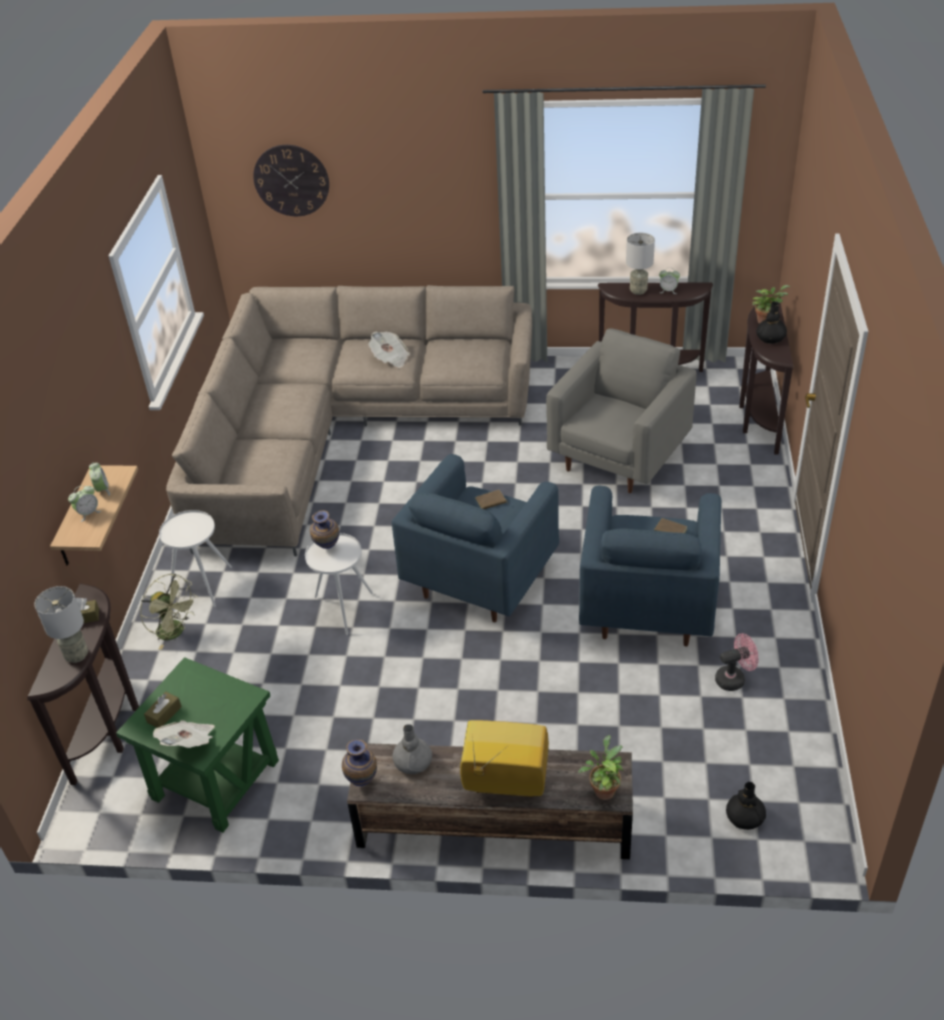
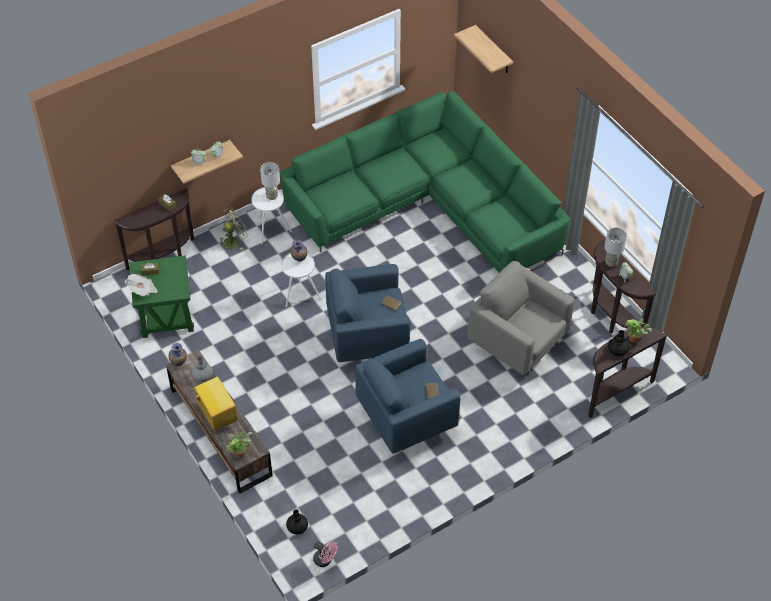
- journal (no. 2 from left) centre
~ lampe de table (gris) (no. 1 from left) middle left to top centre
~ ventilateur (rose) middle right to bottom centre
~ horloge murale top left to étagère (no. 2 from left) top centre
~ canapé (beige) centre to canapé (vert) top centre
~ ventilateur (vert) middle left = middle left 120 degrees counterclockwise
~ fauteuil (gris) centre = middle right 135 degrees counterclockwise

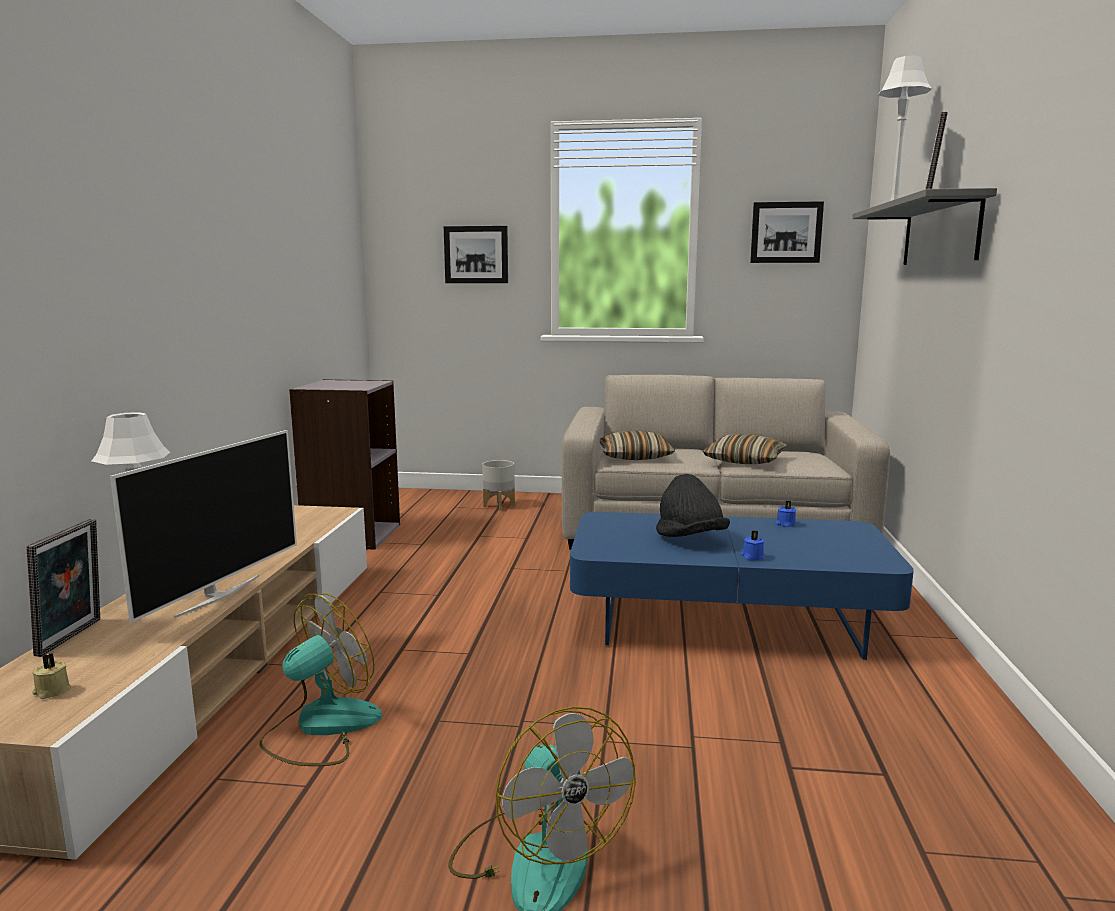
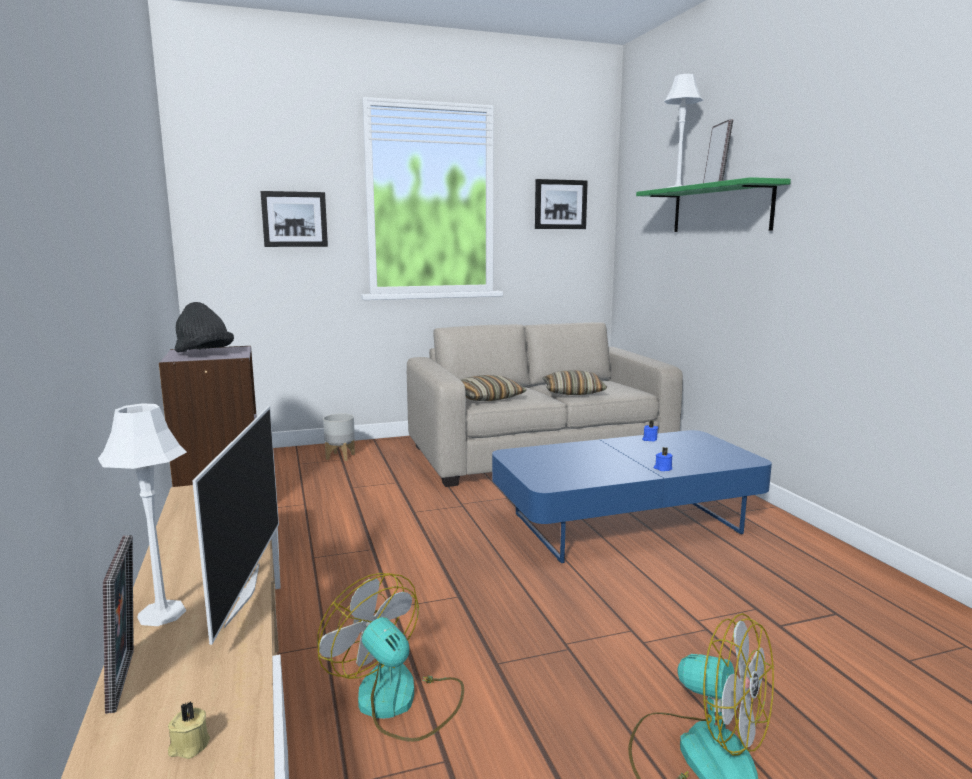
~ chapeau (noir) centre to middle left
~ étagère (gris) top right to étagère (vert) top right
~ ventilateur (no. 1 from left) bottom left = bottom centre 60 degrees counterclockwise

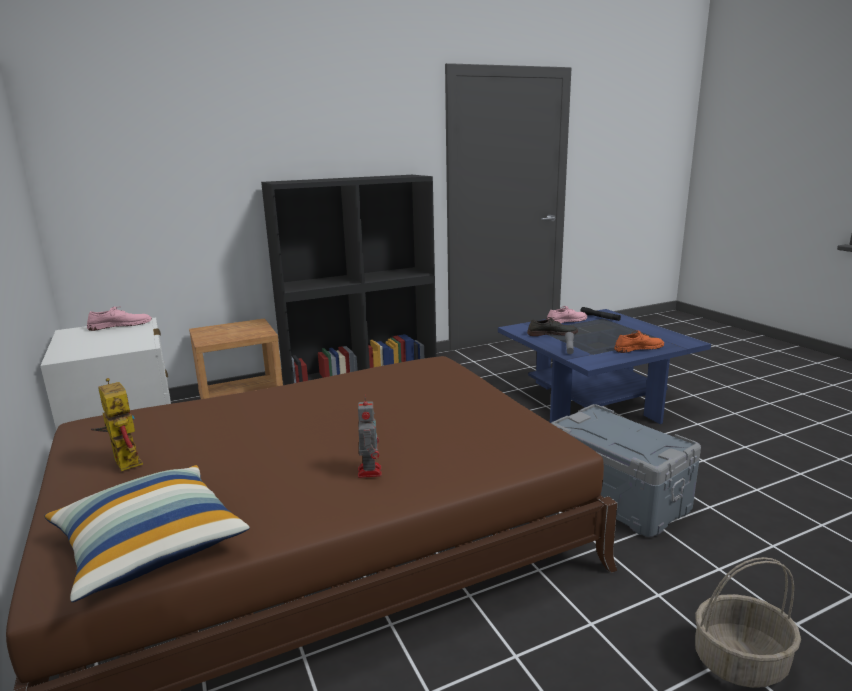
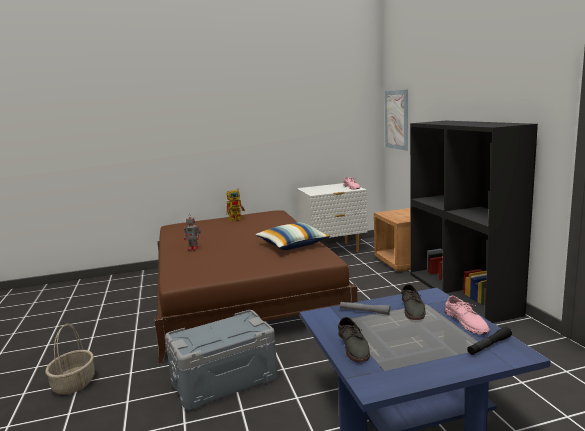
+ tableau top right
~ coussin bottom left to centre
~ chaussure (orange) middle right to chaussure (gris) (no. 1 from left) bottom centre

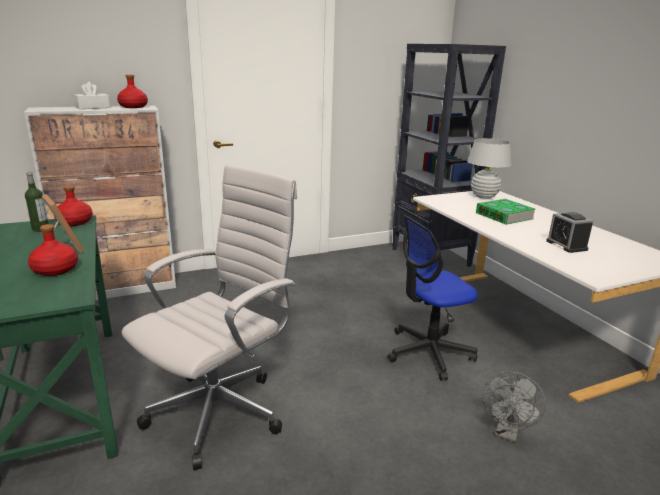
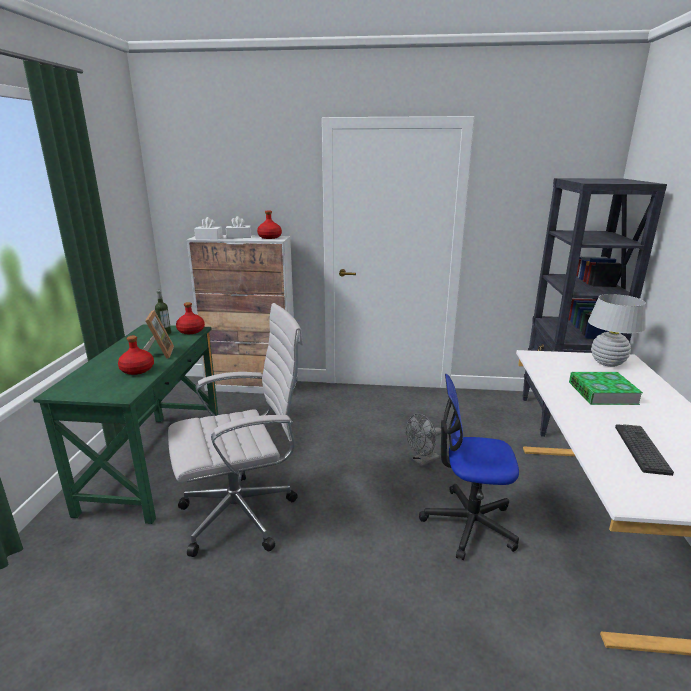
+ boîte à mouchoirs (blanc) (no. 1 from left) top left
~ ventilateur (gris) bottom right to centre
~ réveil middle right to clavier middle right

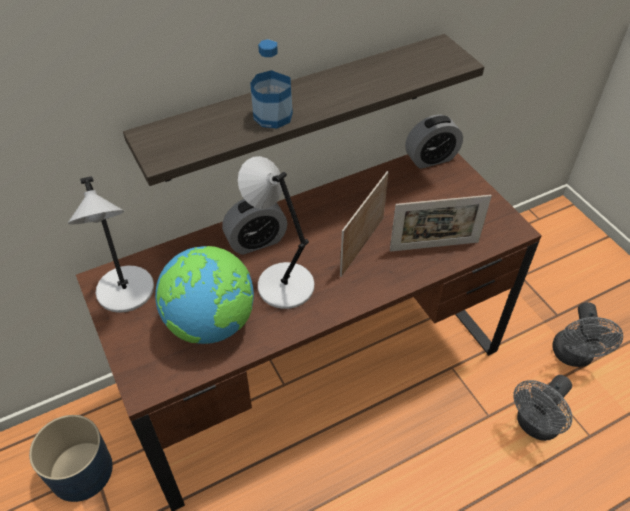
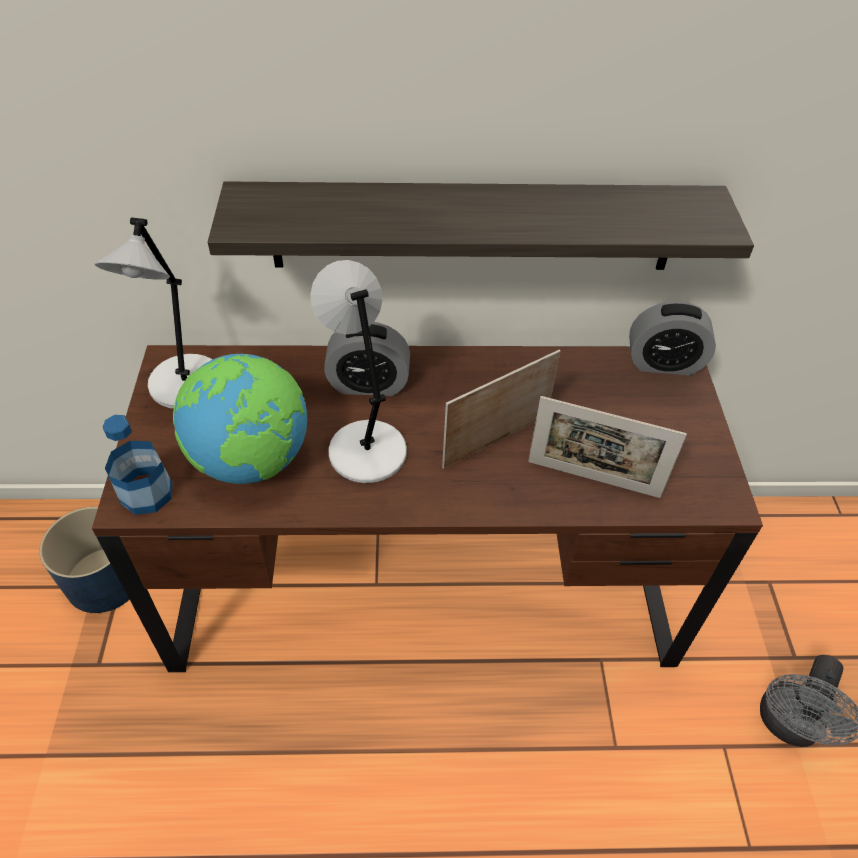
- ventilateur (gris) (no. 1 from left) bottom right
~ bouteille top centre to middle left

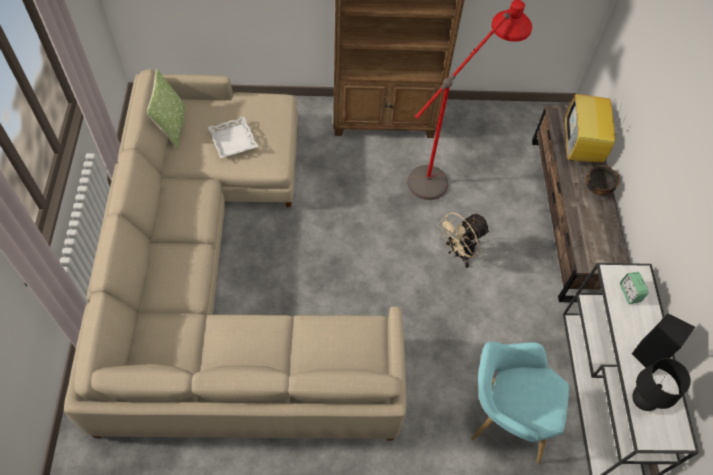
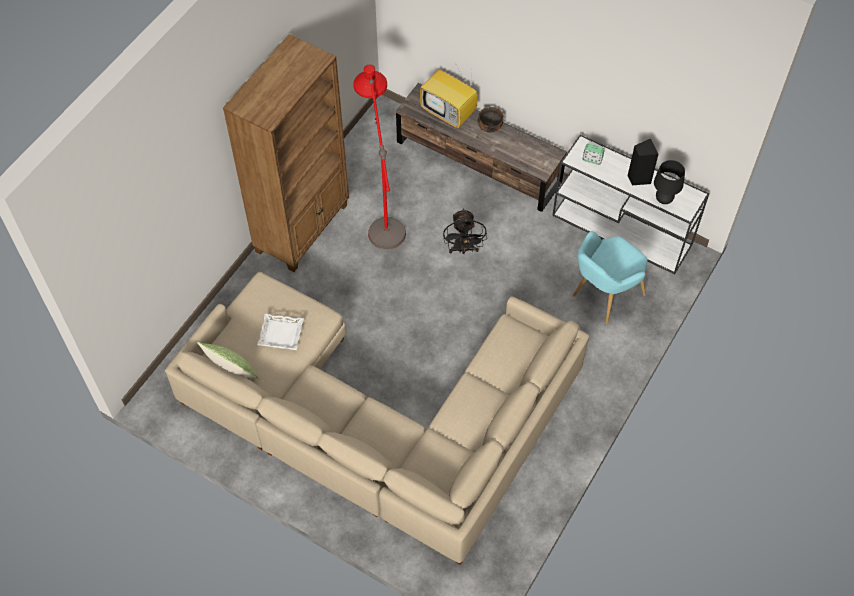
~ ventilateur (beige) centre to ventilateur (noir) centre

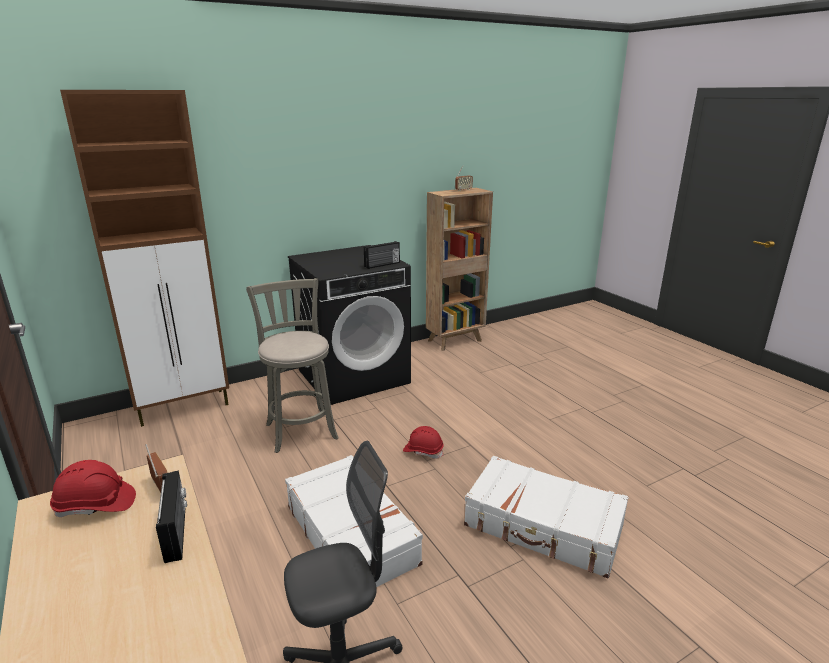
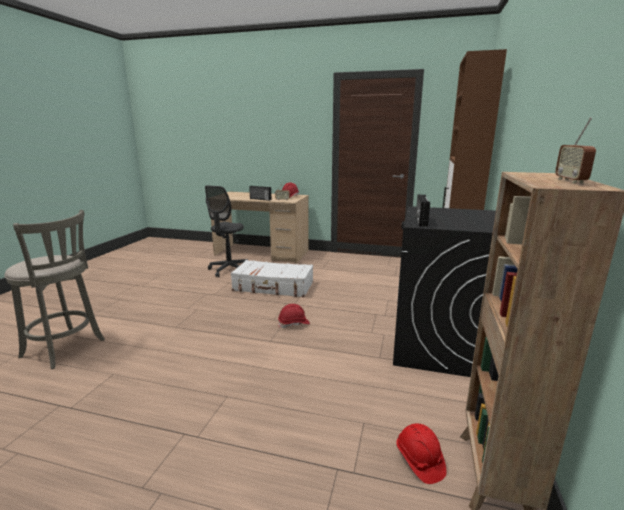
- valise (blanc) (no. 2 from left) bottom centre
+ casque de chantier (rouge) (no. 3 from left) bottom right
~ tabouret (gris) centre to middle left

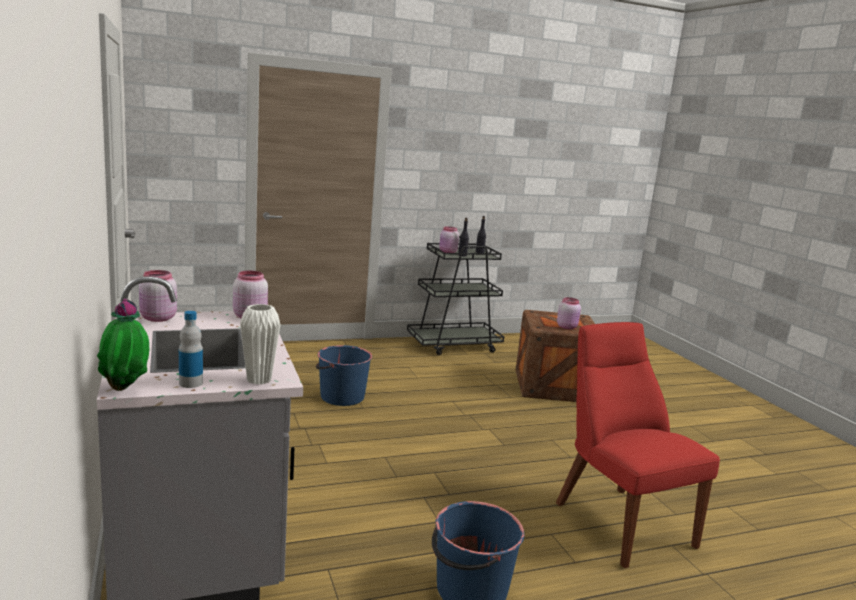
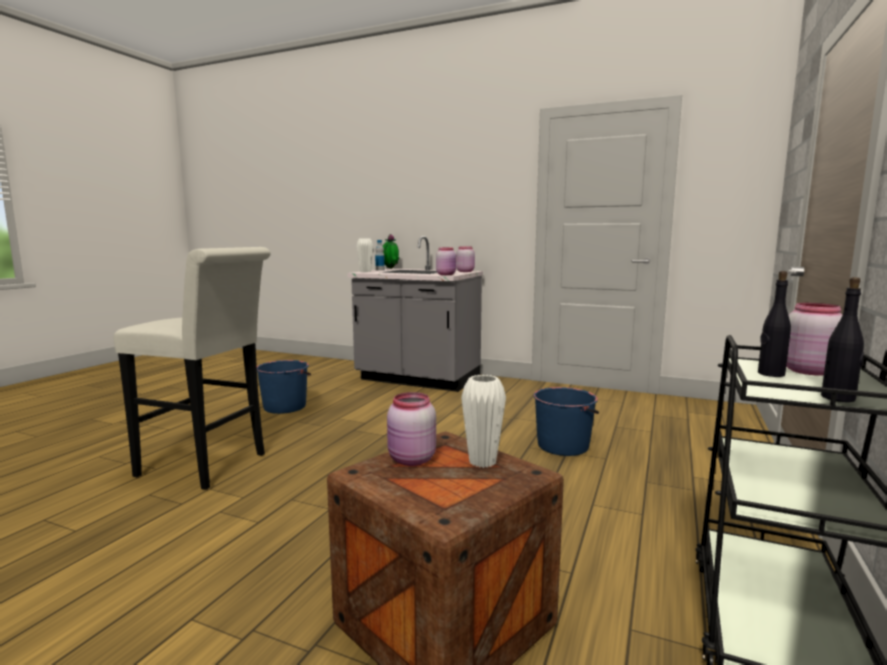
+ vase (blanc) (no. 2 from left) centre
~ chaise (rouge) bottom right to tabouret (blanc) middle left

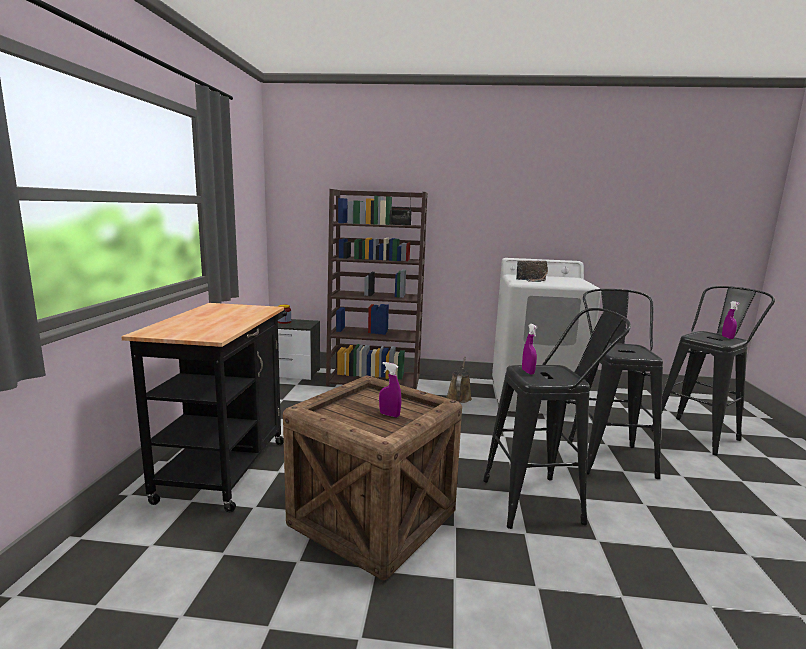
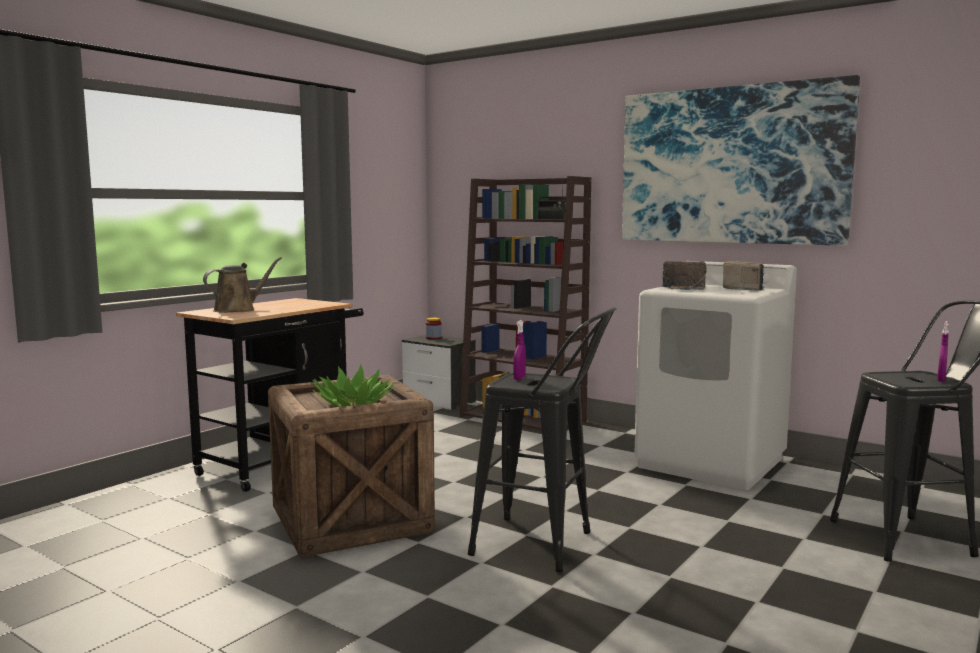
- tabouret (noir) (no. 2 from left) middle right
+ tableau top right
+ radio (no. 3 from left) middle right
~ arrosoir (marron) centre to middle left
~ vaporisateur (violet) (no. 1 from left) centre to plante en pot centre

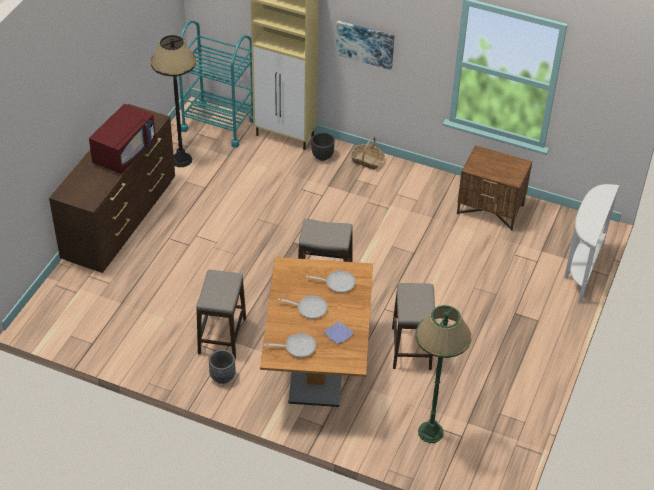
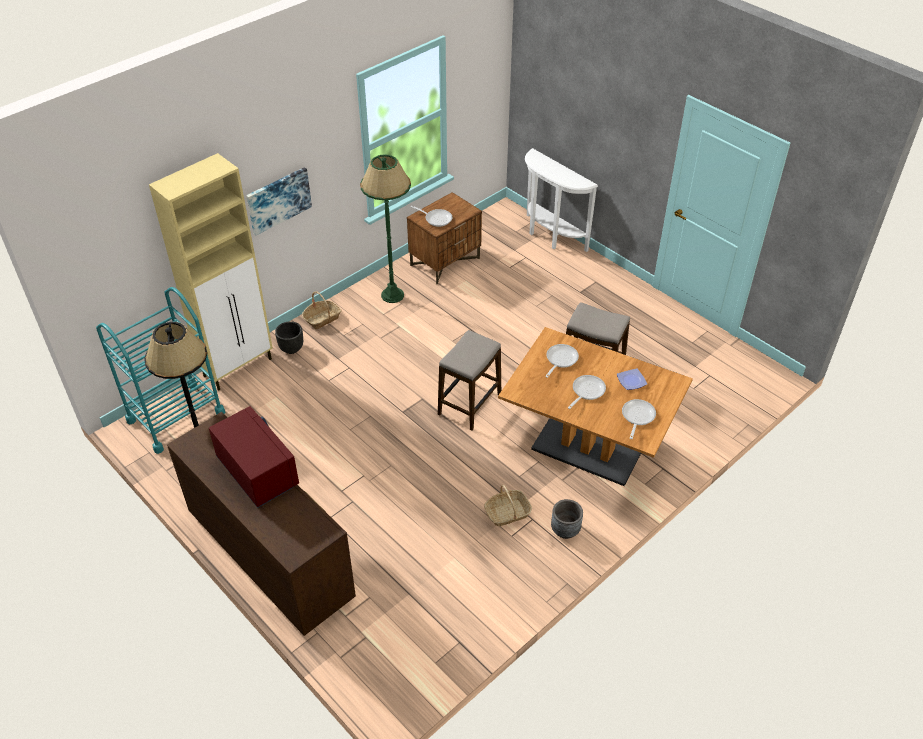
+ poêle (no. 1 from left) top centre
~ lampadaire (vert) bottom right to top centre
~ tabouret (no. 1 from left) centre to panier (no. 2 from left) bottom centre

